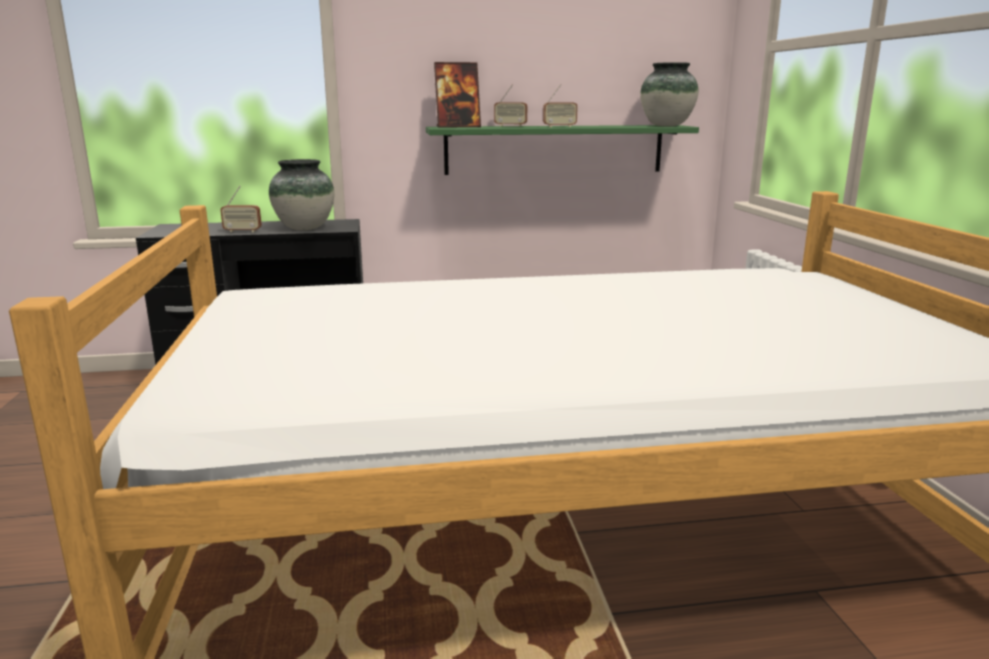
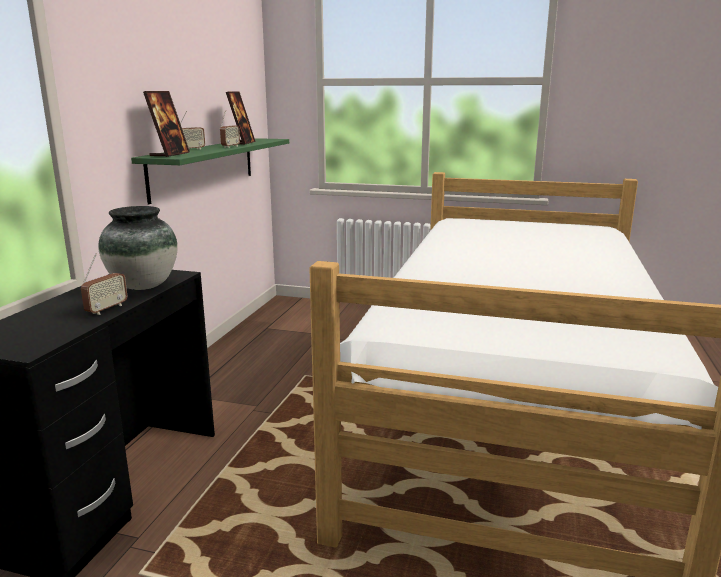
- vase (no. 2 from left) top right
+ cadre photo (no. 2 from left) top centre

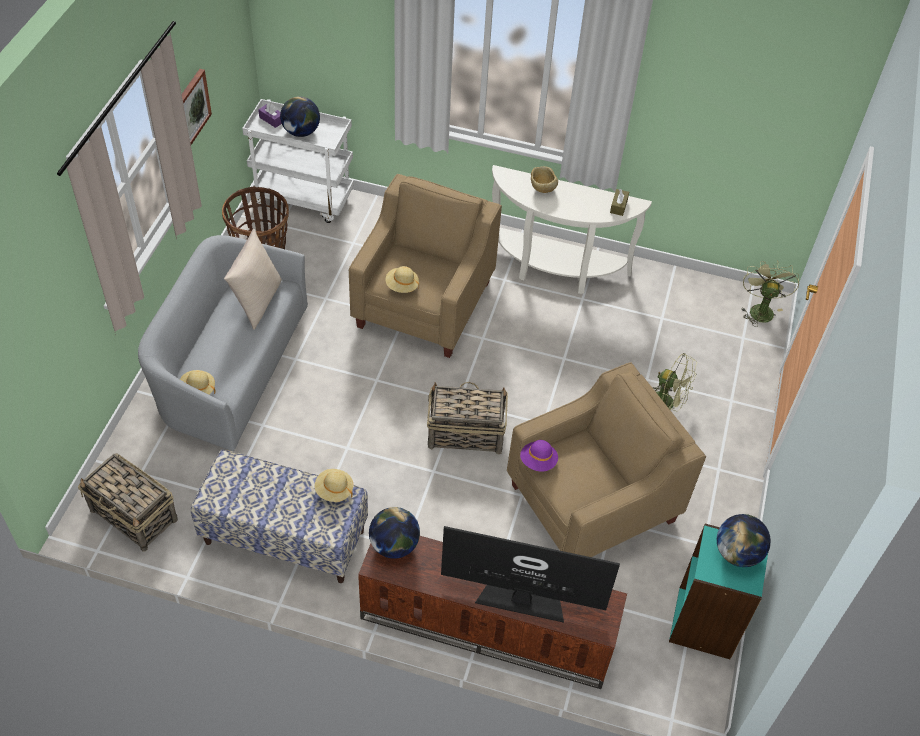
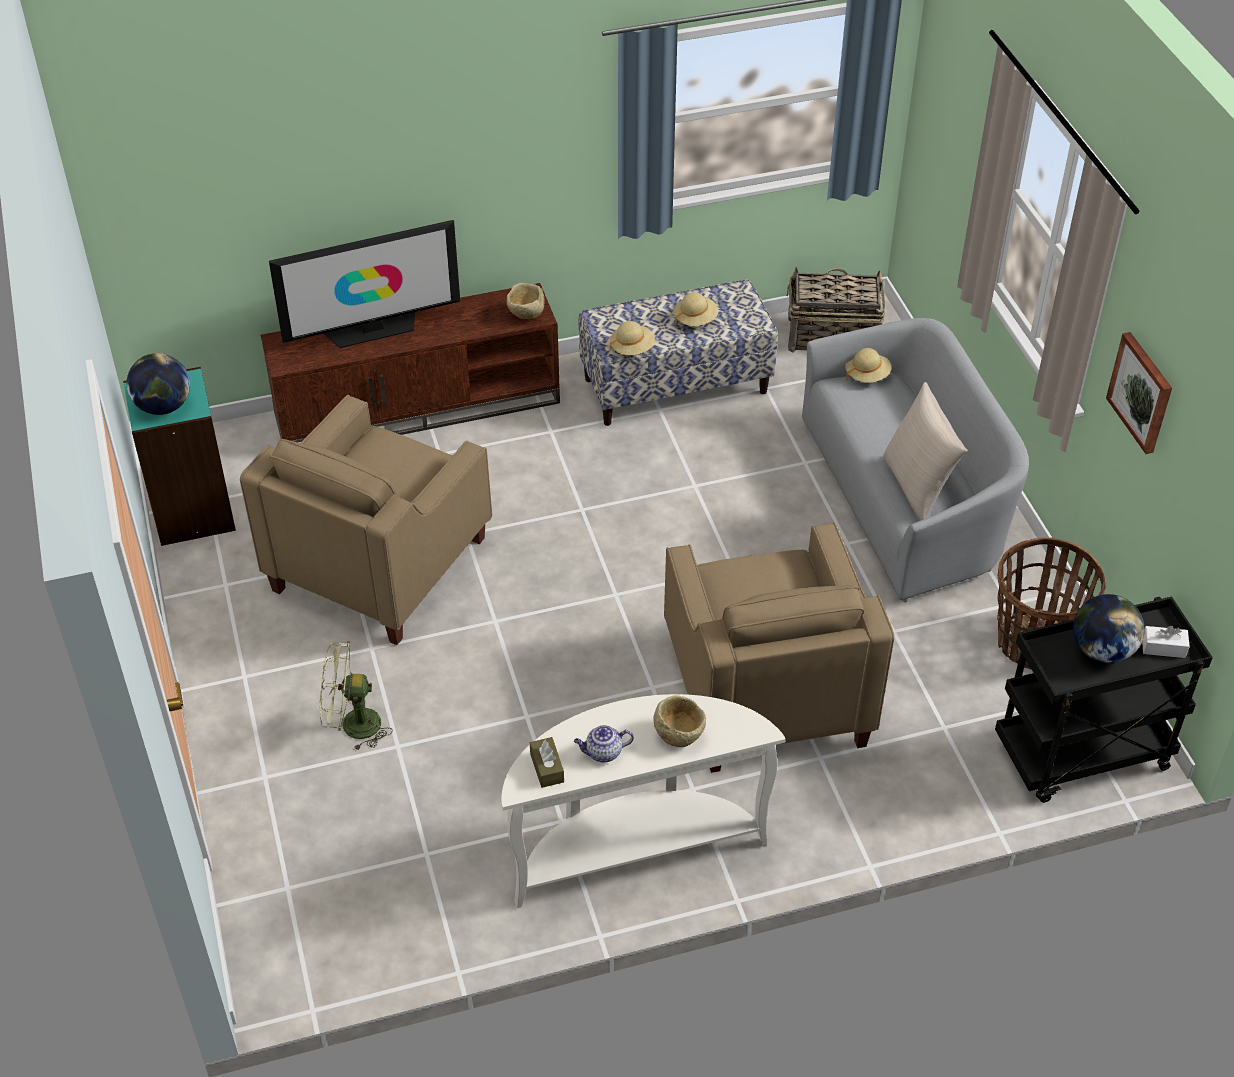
- panier (no. 3 from left) centre
- chapeau (violet) centre
- ventilateur (vert) (no. 2 from left) middle right
+ théière bottom centre
~ chapeau (beige) (no. 3 from left in the first image) centre to chapeau (beige) (no. 2 from left) top centre
~ globe (no. 2 from left) bottom centre to bol (beige) (no. 1 from left) top centre
~ chariot (blanc) top left to chariot (noir) middle right
~ boîte à mouchoirs (violet) top left to boîte à mouchoirs (blanc) middle right

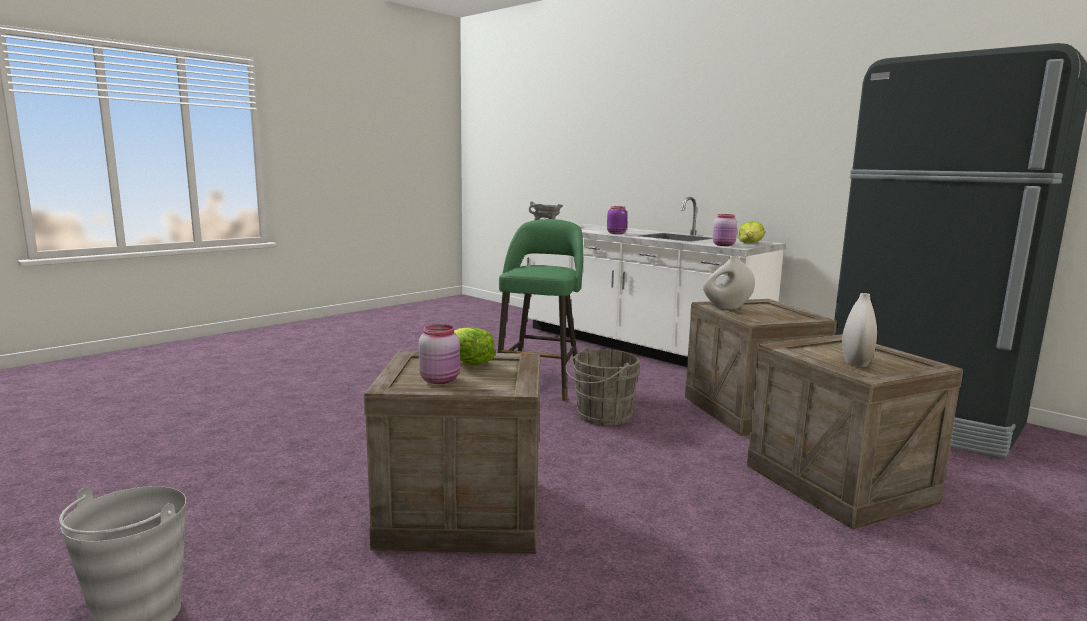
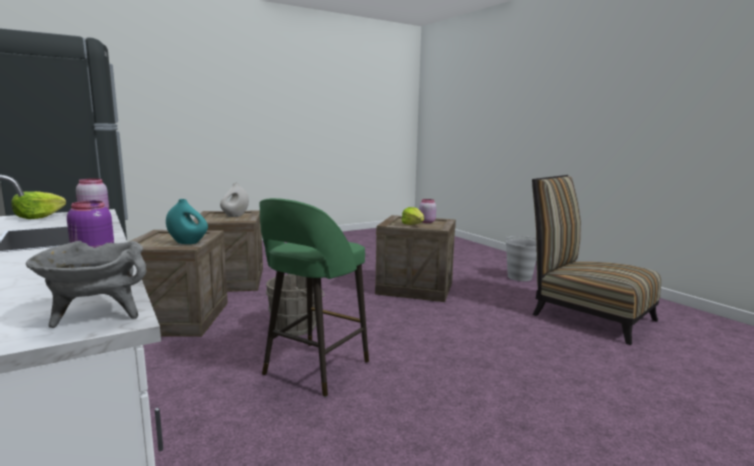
+ chaise middle right
~ vase (blanc) (no. 1 from left) middle right to vase (turquoise) middle left

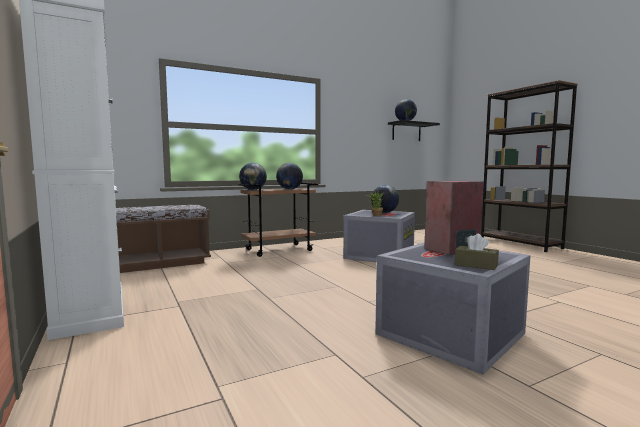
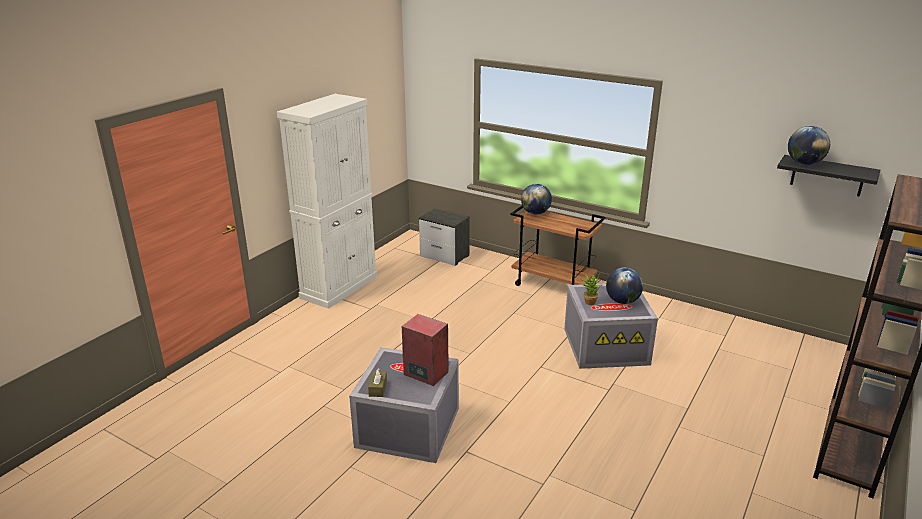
- globe (no. 2 from left) centre
~ banc (marron) middle left to table de chevet centre

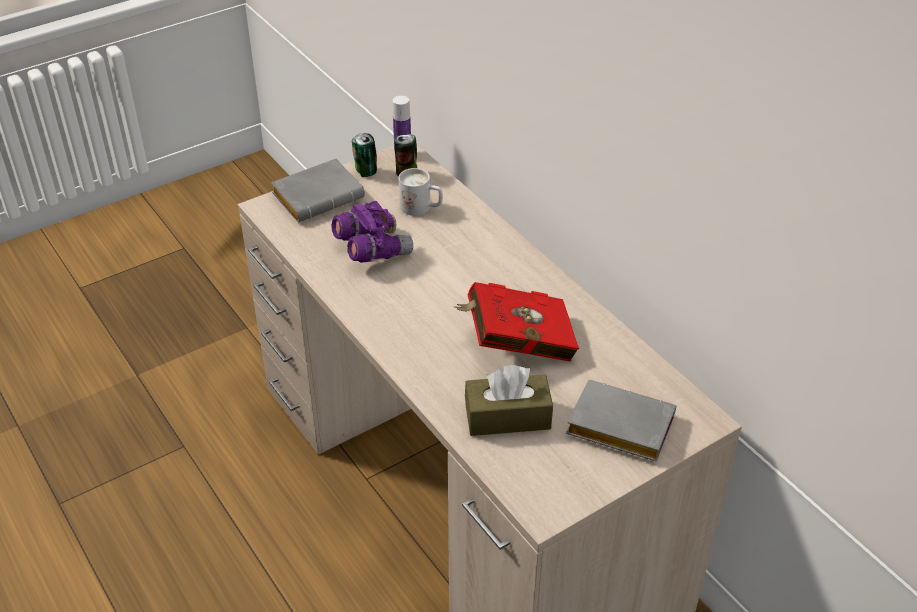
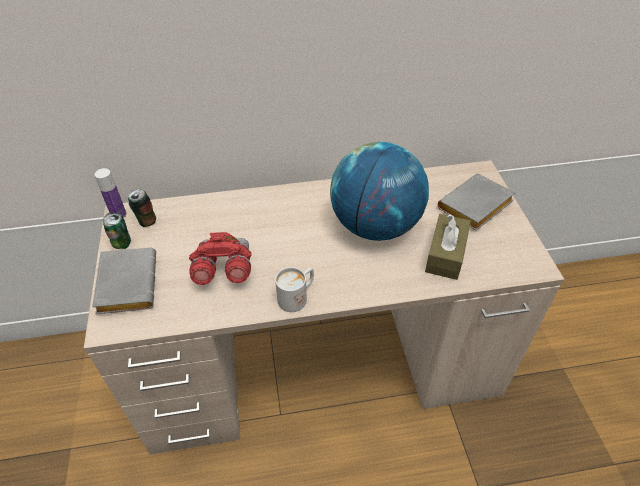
~ mug (blanc) top centre to centre
~ livre (rouge) centre to globe centre
~ jumelles (violet) centre to jumelles (rouge) centre

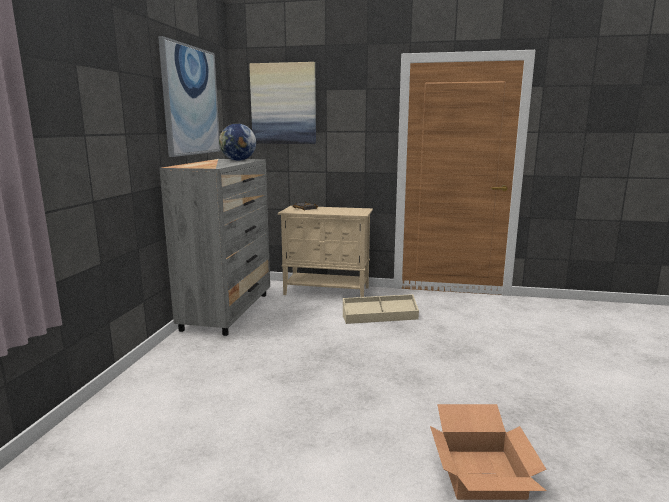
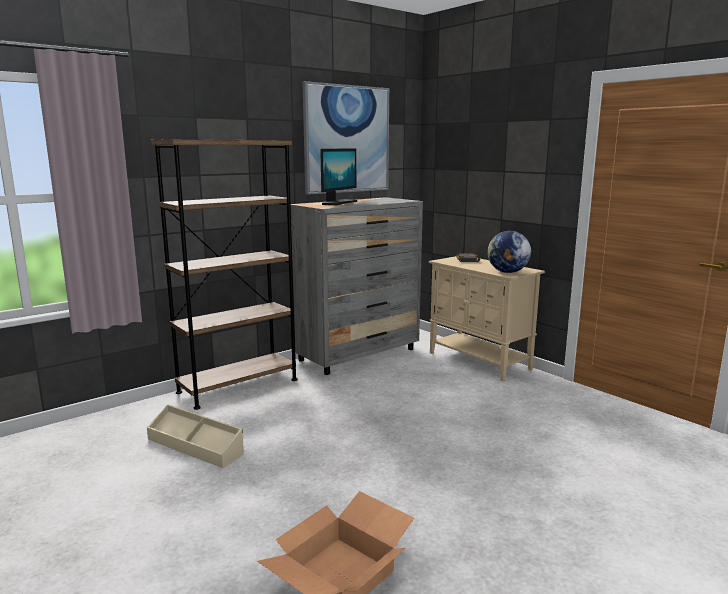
- tableau (no. 2 from left) top centre
+ bibliothèque (marron) middle left
+ écran d'ordinateur top centre
~ globe top centre to middle right
~ boîte de rangement (beige) centre to bottom left

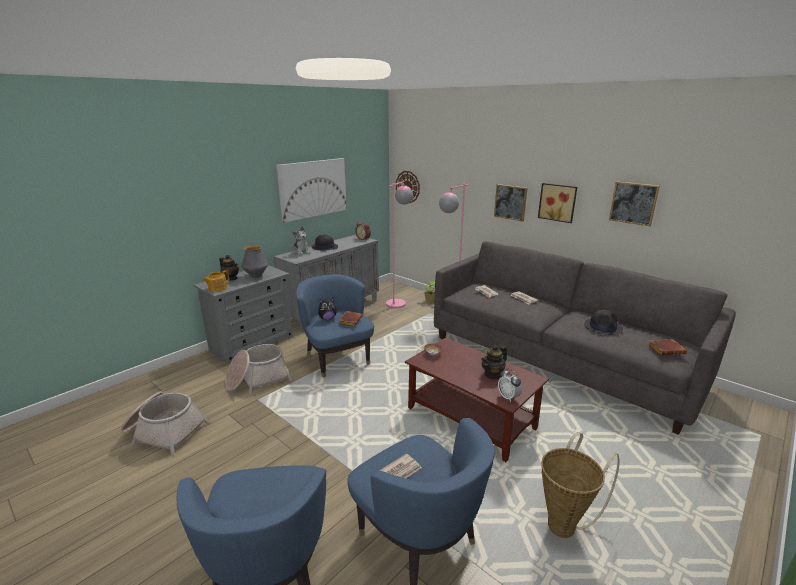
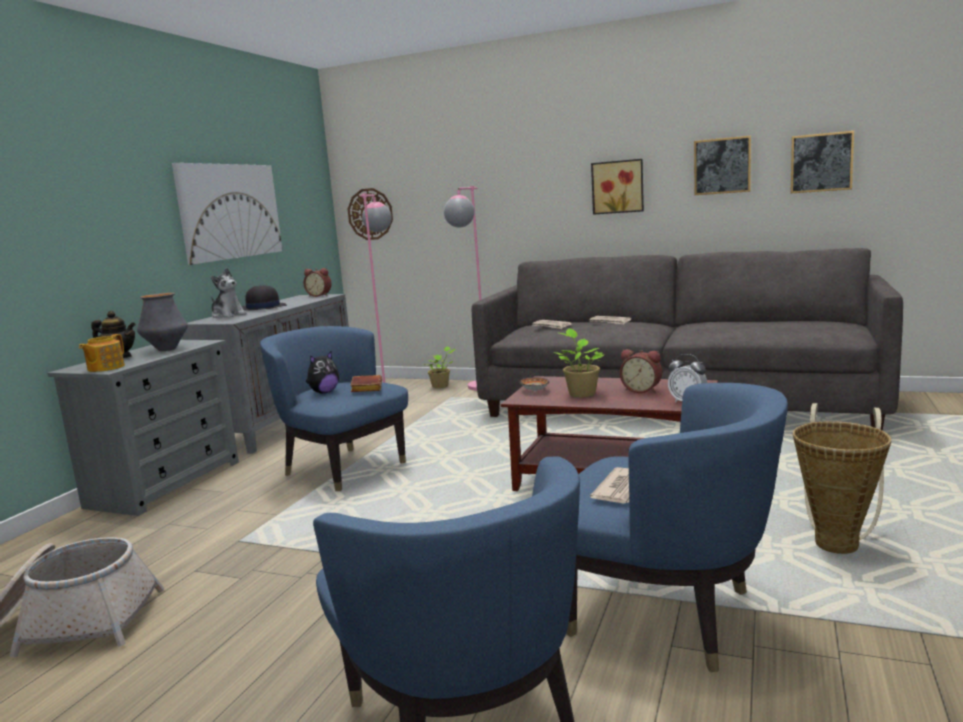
- panier (no. 2 from left) middle left
- chapeau (noir) (no. 2 from left) middle right
- livre (marron) (no. 2 from left) middle right
+ plante en pot (no. 2 from left) centre
~ tableau (no. 2 from left in the first image) centre to tableau (no. 4 from left) top right
~ théière (no. 3 from left) centre to réveil (no. 2 from left) centre

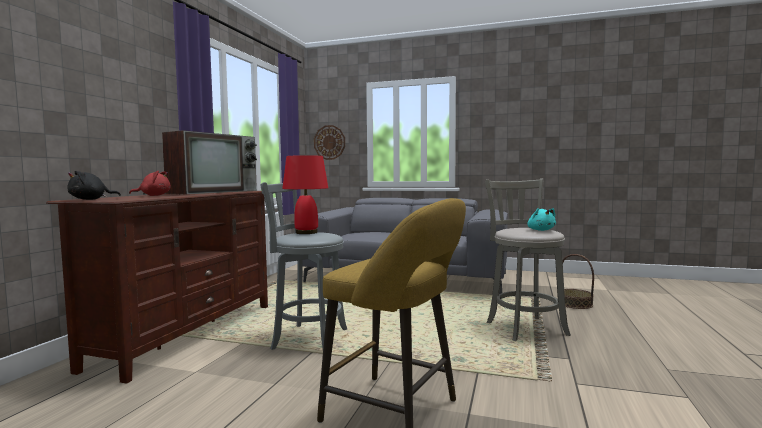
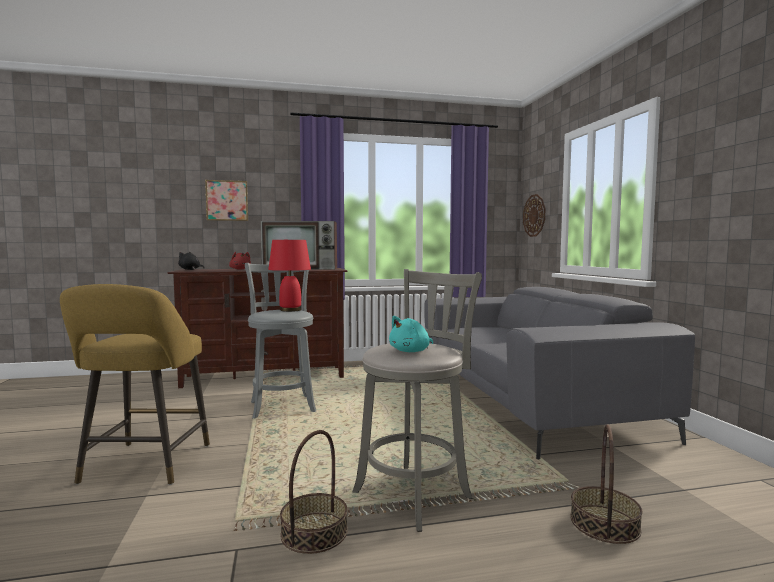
+ tableau middle left
+ panier (no. 1 from left) bottom centre

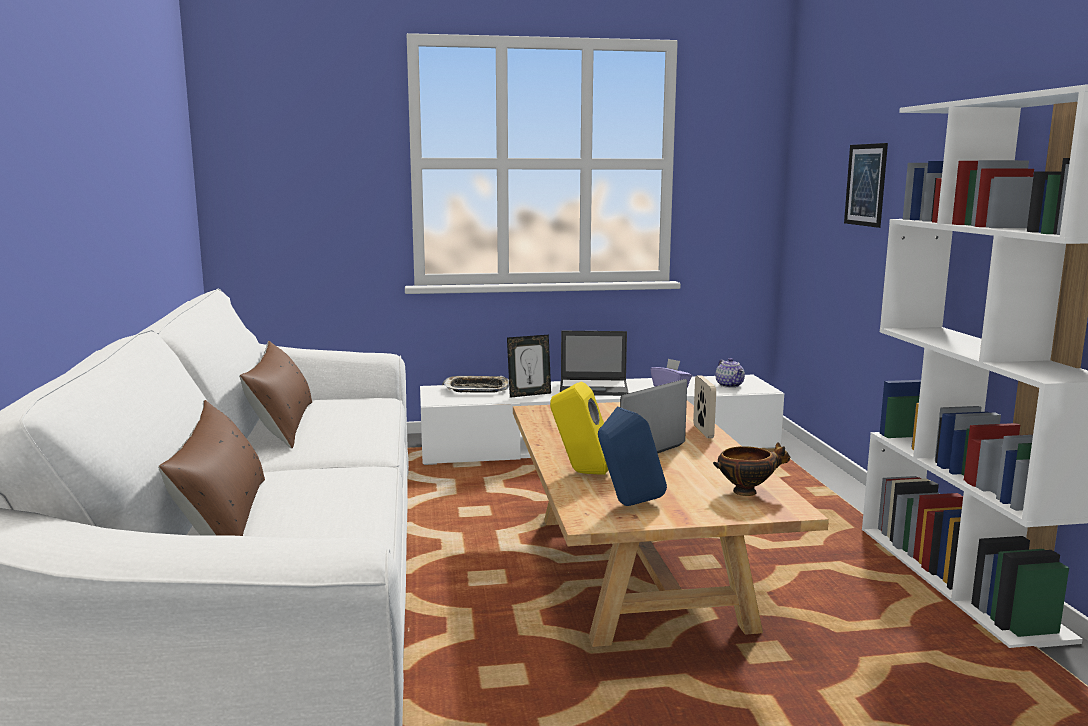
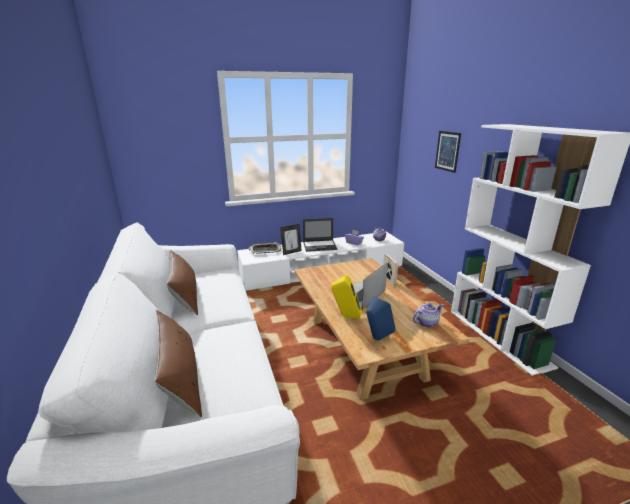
~ bol middle right to théière (no. 2 from left) middle right

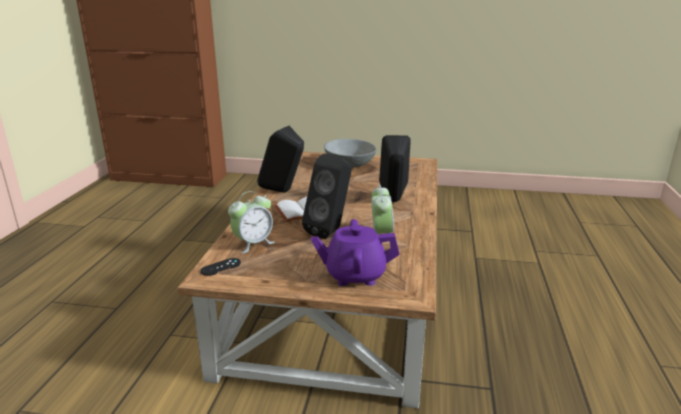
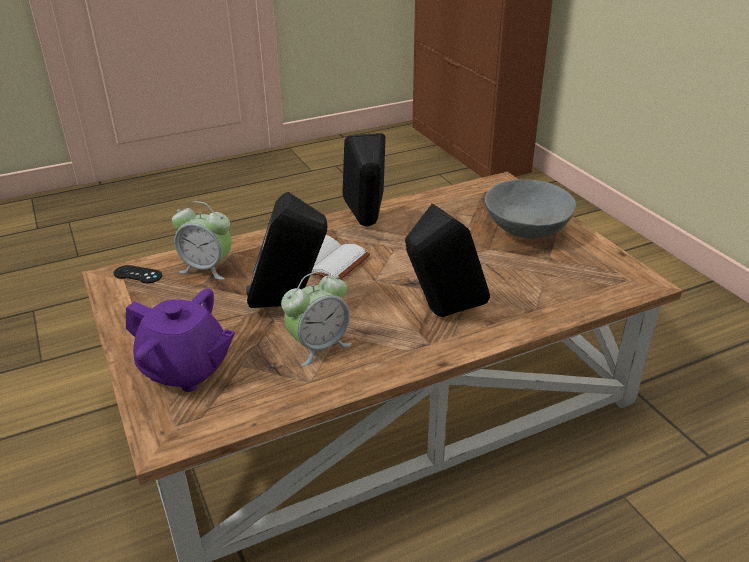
~ théière (violet) centre = middle left 150 degrees clockwise

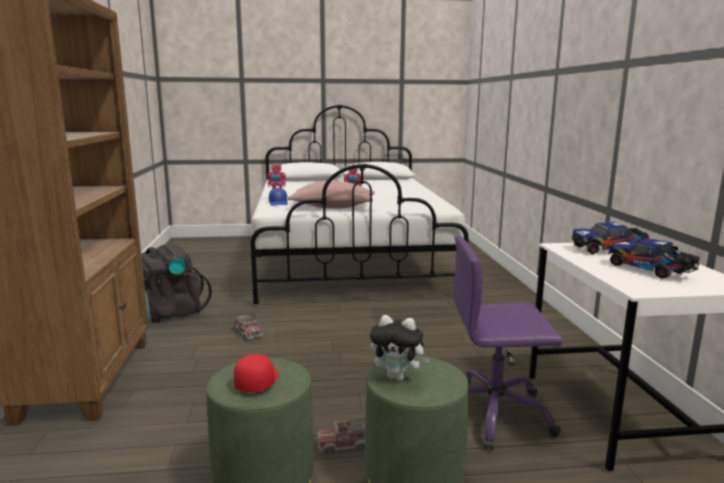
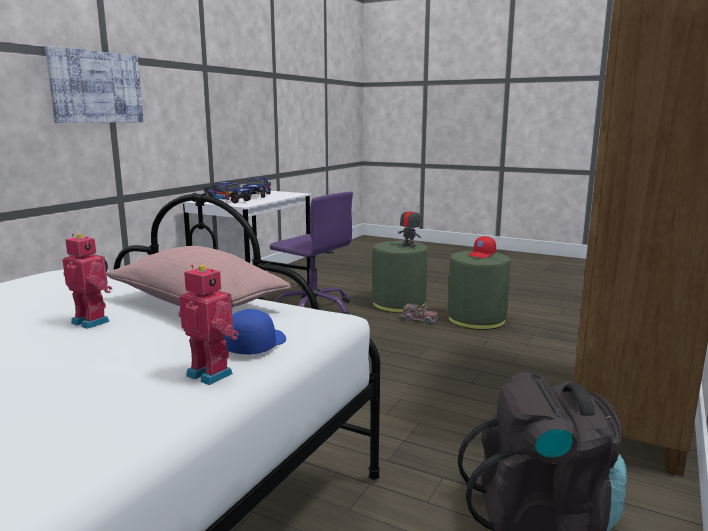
- camion jouet (no. 1 from left) bottom centre
+ tableau top left
~ peluche bottom centre to robot jouet (no. 3 from left) centre

